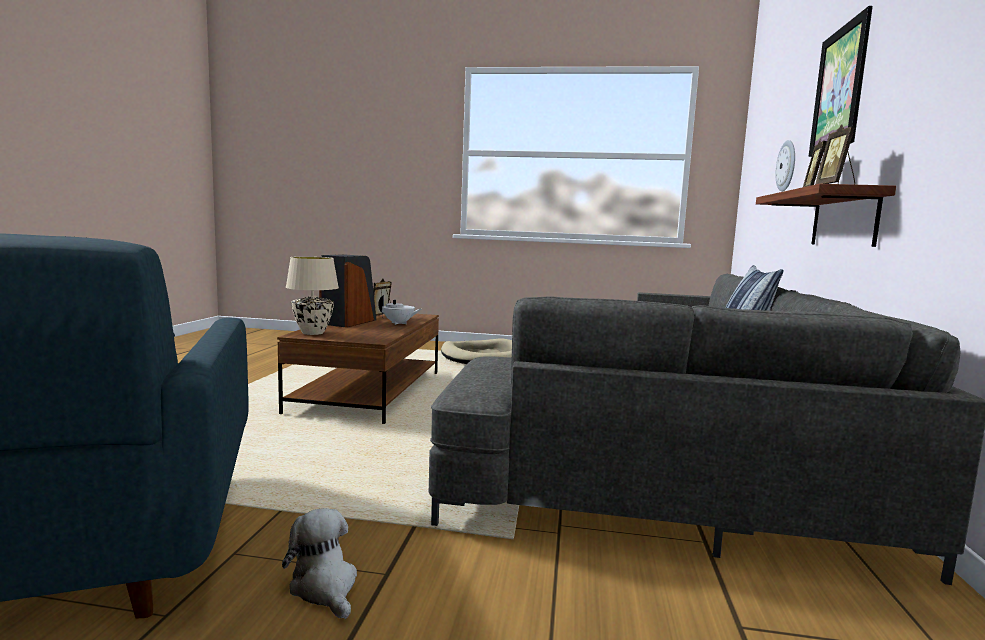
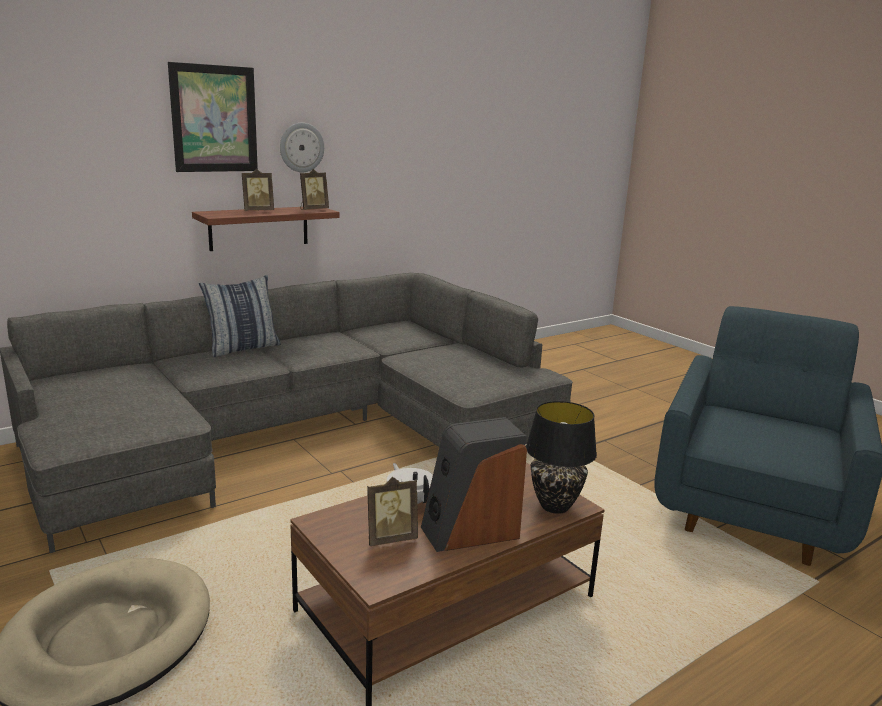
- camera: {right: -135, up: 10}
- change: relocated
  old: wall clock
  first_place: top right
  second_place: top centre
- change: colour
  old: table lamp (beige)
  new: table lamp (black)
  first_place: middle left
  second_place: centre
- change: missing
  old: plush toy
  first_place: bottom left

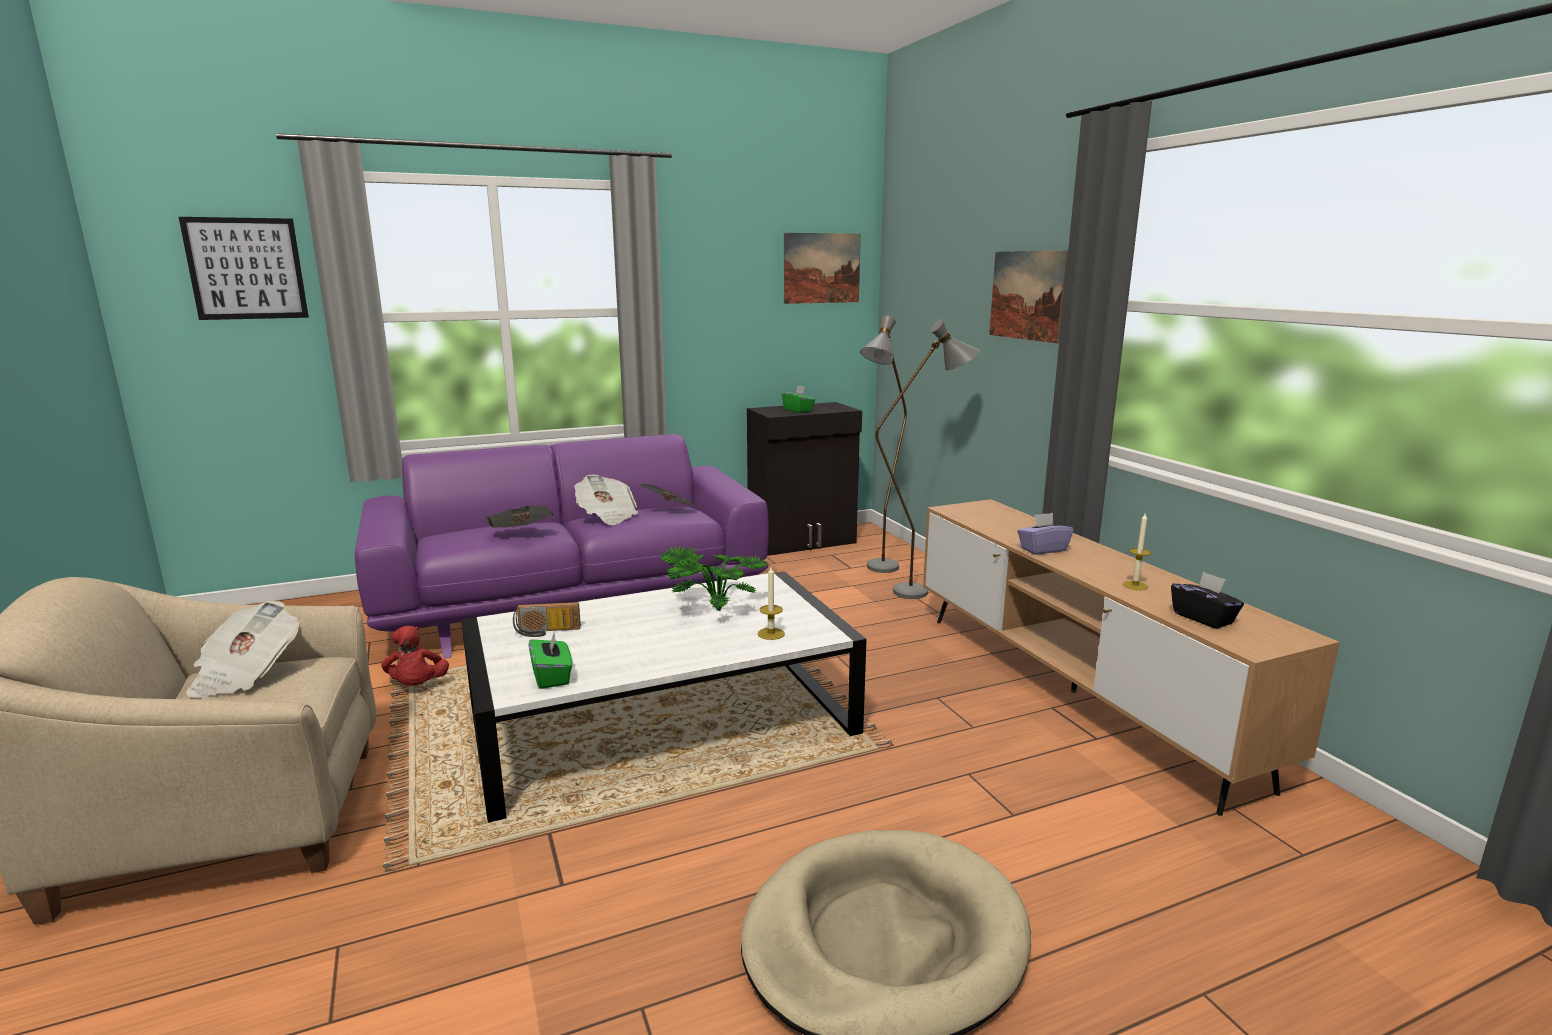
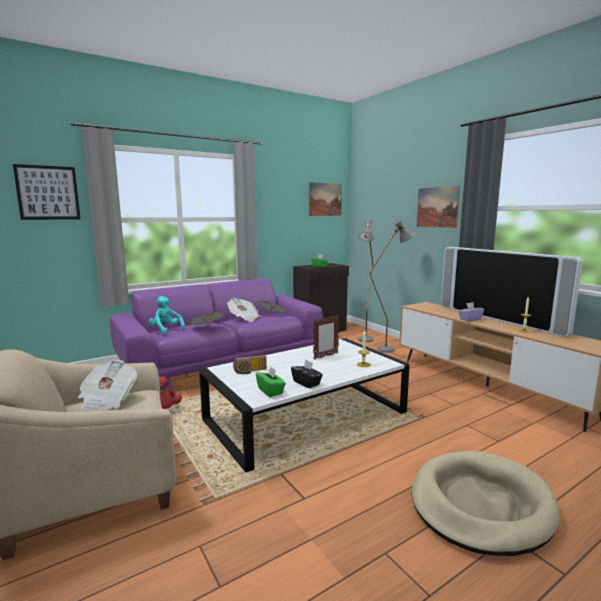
- camera: {right: -10, up: -5}
- change: appeared
  new: plush toy (turquoise)
  second_place: middle left
- change: relocated
  old: tissue box (black)
  first_place: middle right
  second_place: centre
- change: exchanged
  old: potted plant
  new: picture frame
  first_place: centre
  second_place: centre
- change: appeared
  new: television
  second_place: middle right

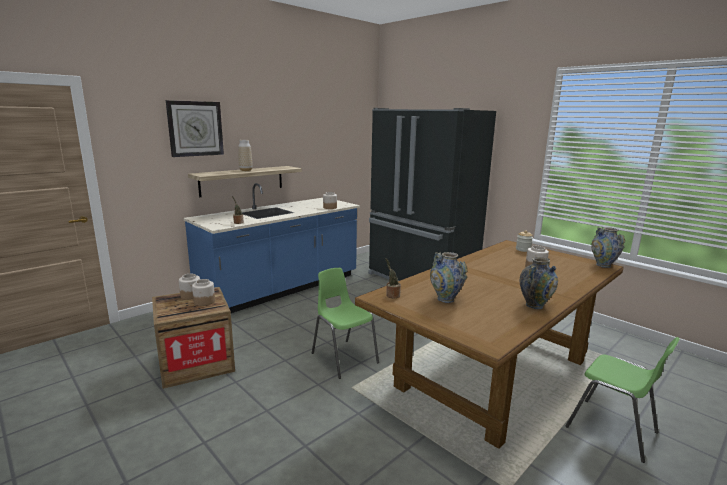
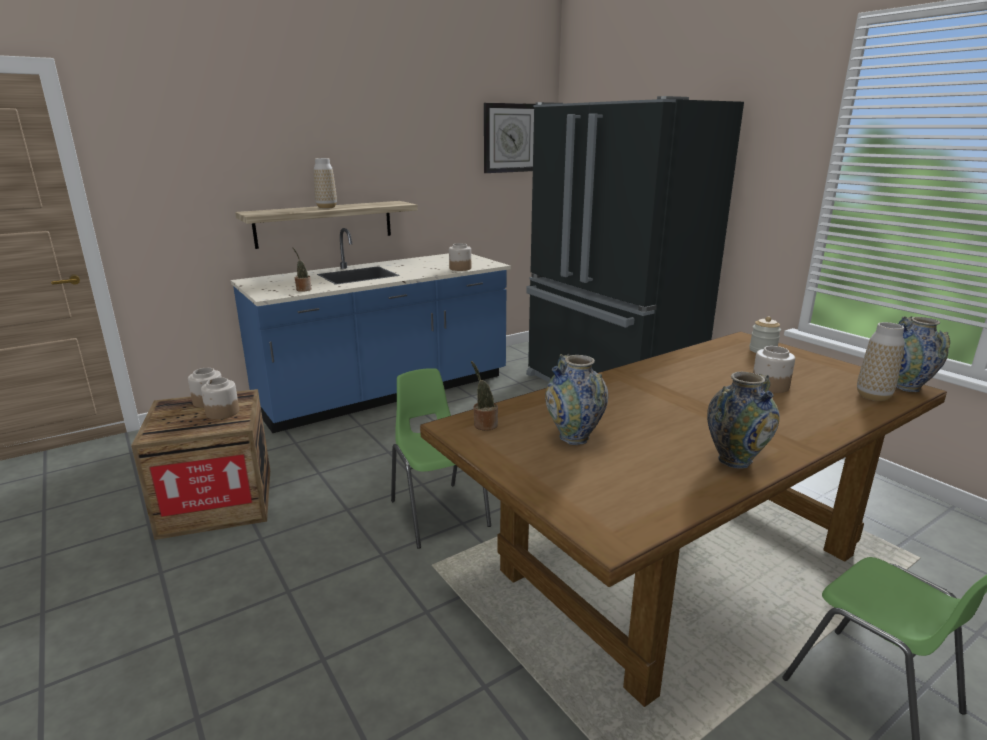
- camera: {right: 10, up: 5}
- change: relocated
  old: wall clock
  first_place: top left
  second_place: top centre
- change: appeared
  new: vase (no. 4 from left)
  second_place: middle right

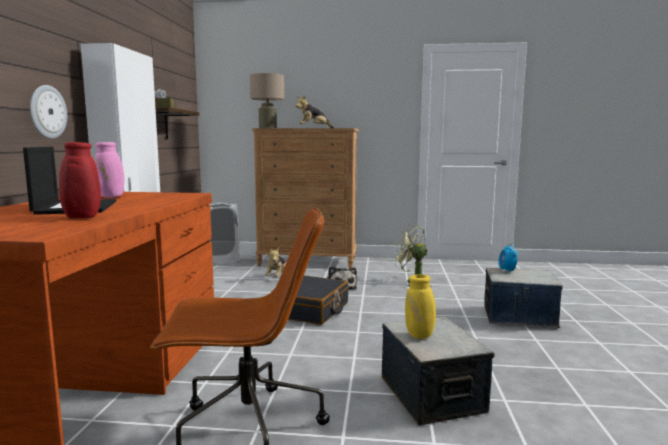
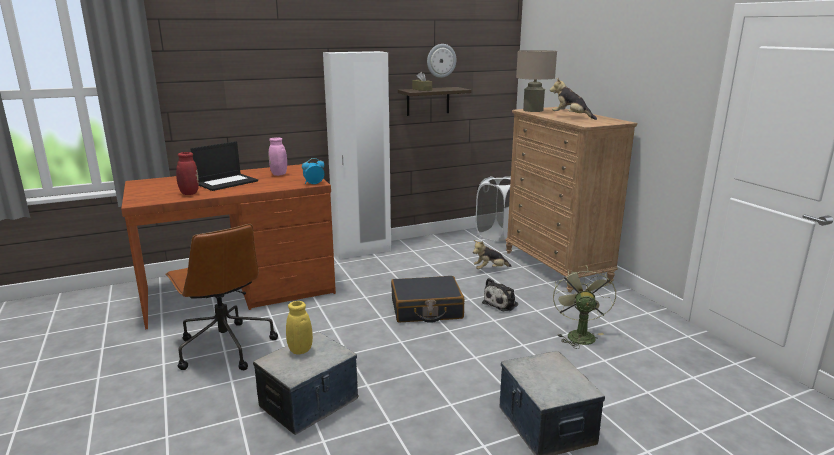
- camera: {right: 60, up: 10}
- change: relocated
  old: alarm clock
  first_place: middle right
  second_place: centre
- change: relocated
  old: wall clock
  first_place: top left
  second_place: top centre

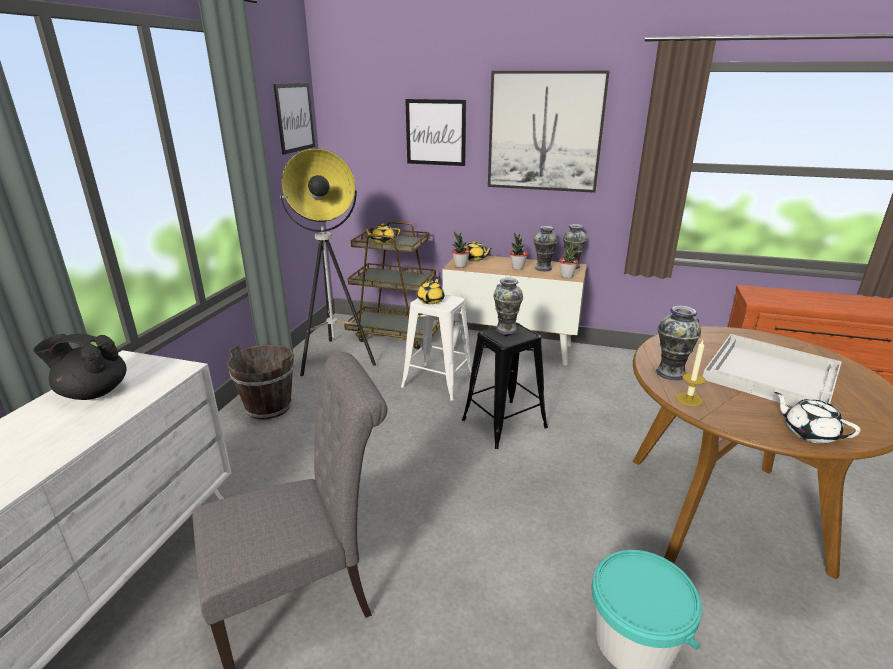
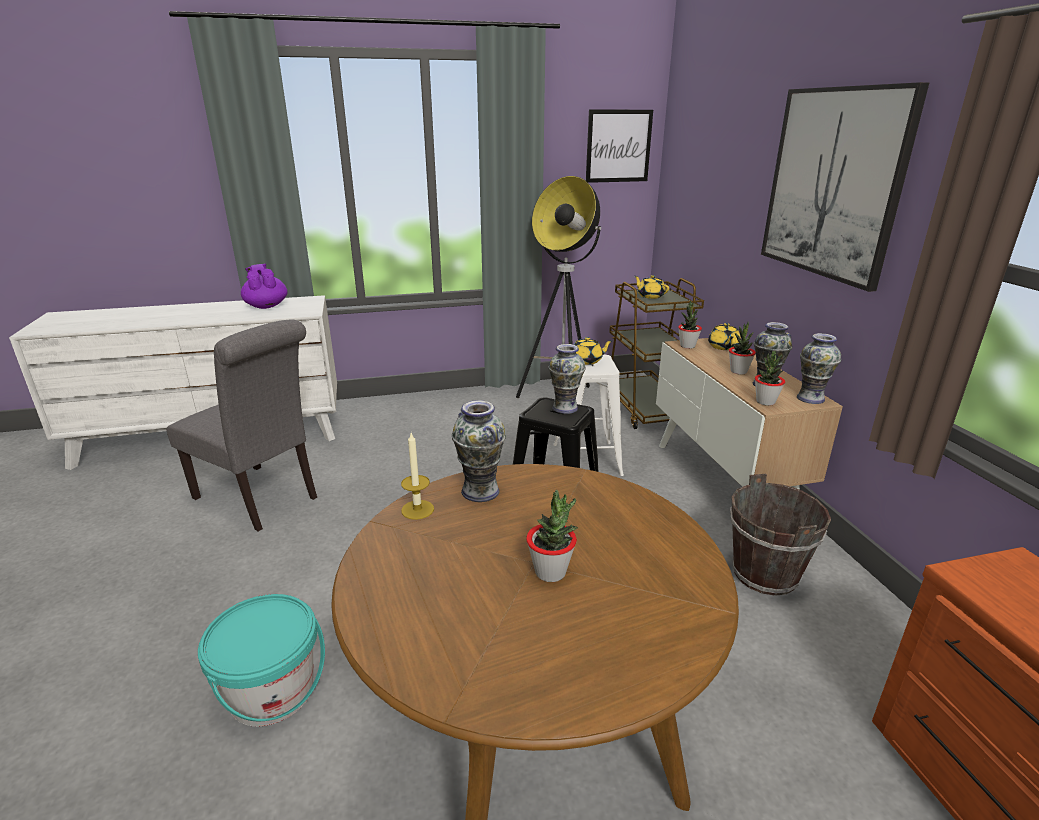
- camera: {right: 60, up: 0}
- change: colour
  old: teapot (black)
  new: teapot (purple)
  first_place: middle left
  second_place: middle left
- change: exchanged
  old: tray (white)
  new: potted plant (no. 1 from left)
  first_place: middle right
  second_place: centre
- change: relocated
  old: bucket (brown)
  first_place: middle left
  second_place: middle right
- change: missing
  old: picture (no. 2 from left)
  first_place: top centre
- change: missing
  old: teapot (white)
  first_place: middle right

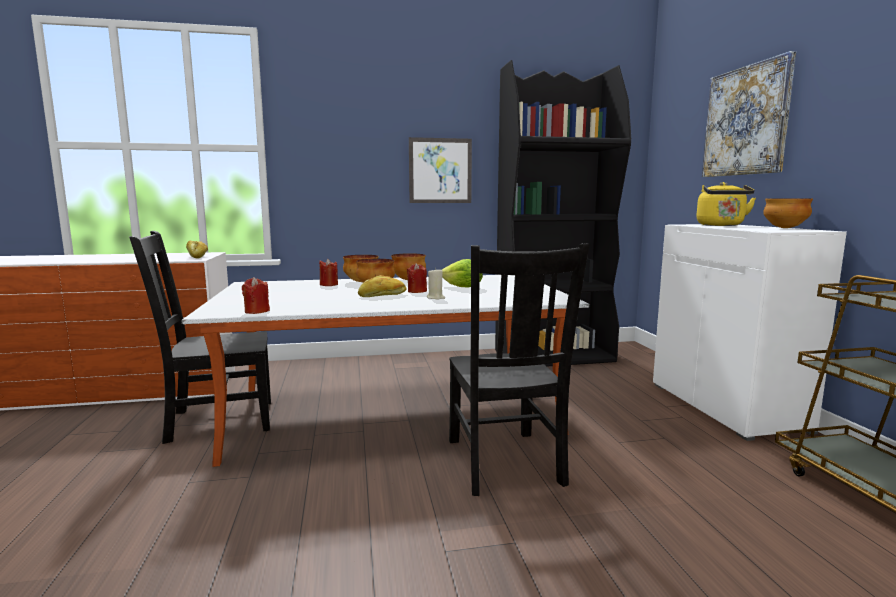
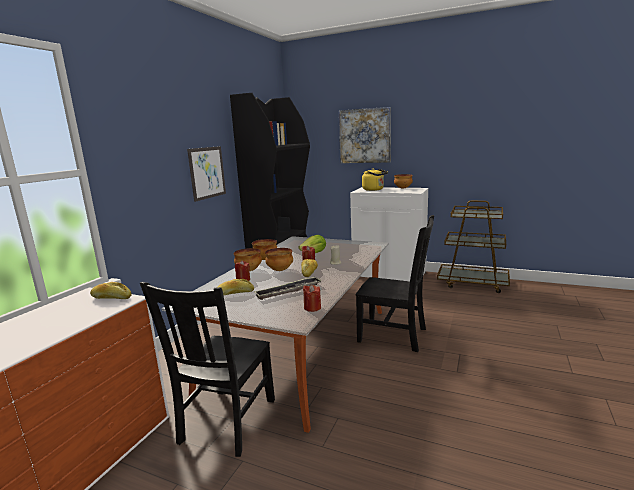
- camera: {right: -55, up: 5}
- change: appeared
  new: bread (no. 2 from left)
  second_place: centre
- change: appeared
  new: tray
  second_place: centre

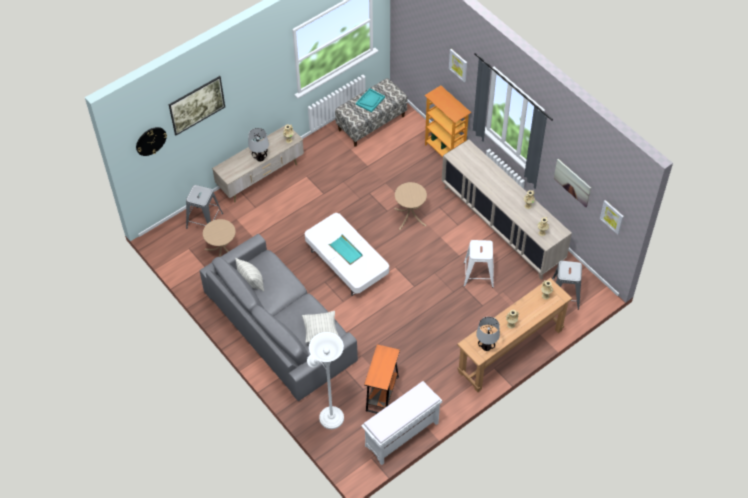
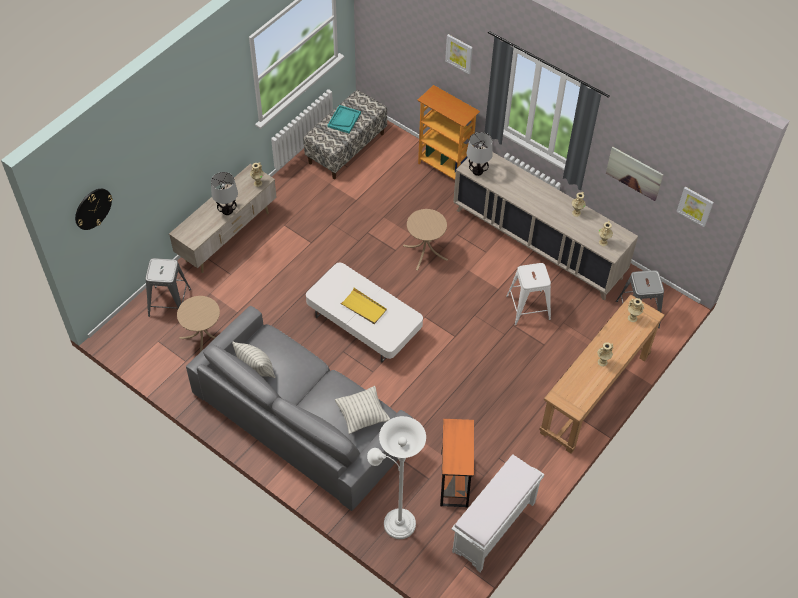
- camera: {right: -15, up: 0}
- change: colour
  old: tray (turquoise) (no. 1 from left)
  new: tray (yellow)
  first_place: centre
  second_place: centre
- change: relocated
  old: table lamp (no. 2 from left)
  first_place: bottom centre
  second_place: top centre
- change: missing
  old: picture (no. 1 from left)
  first_place: top left

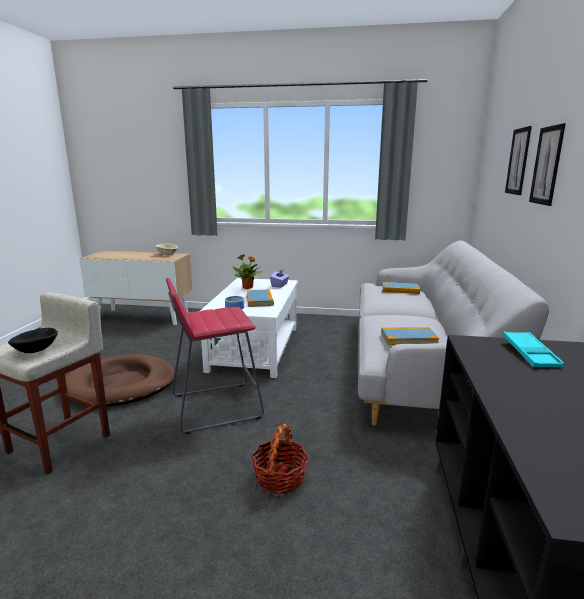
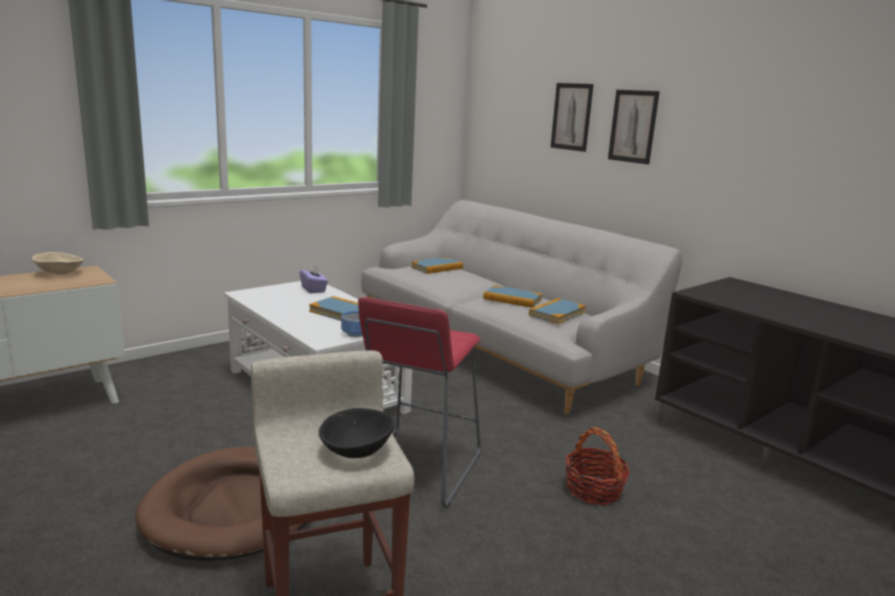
- camera: {right: -50, up: 0}
- change: appeared
  new: book (no. 3 from left)
  second_place: centre
- change: missing
  old: potted plant
  first_place: centre
- change: missing
  old: tray (turquoise)
  first_place: middle right

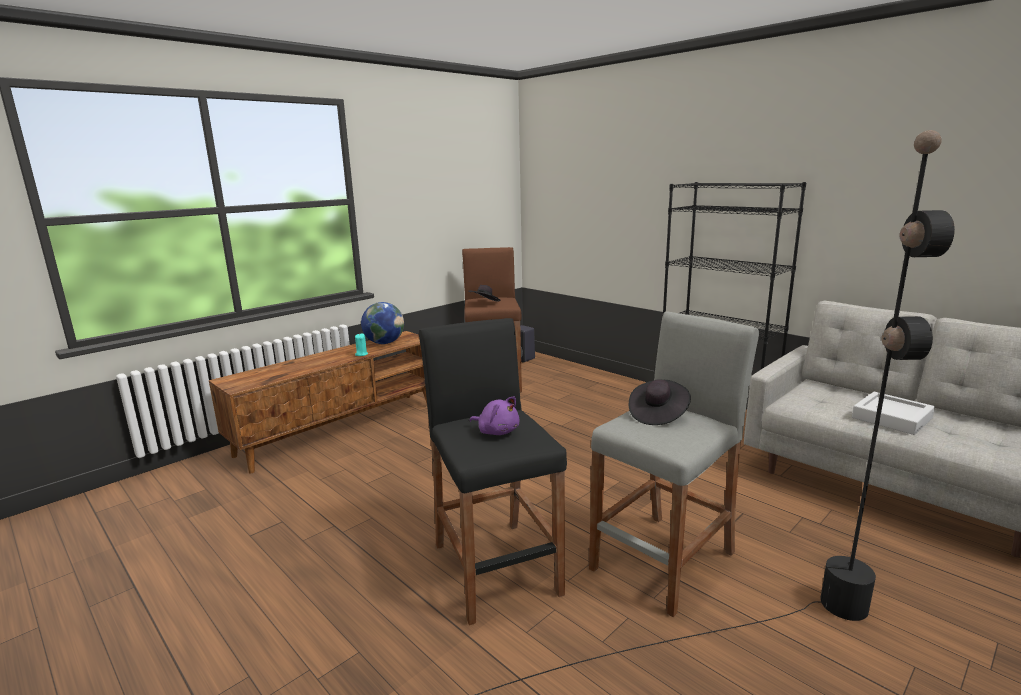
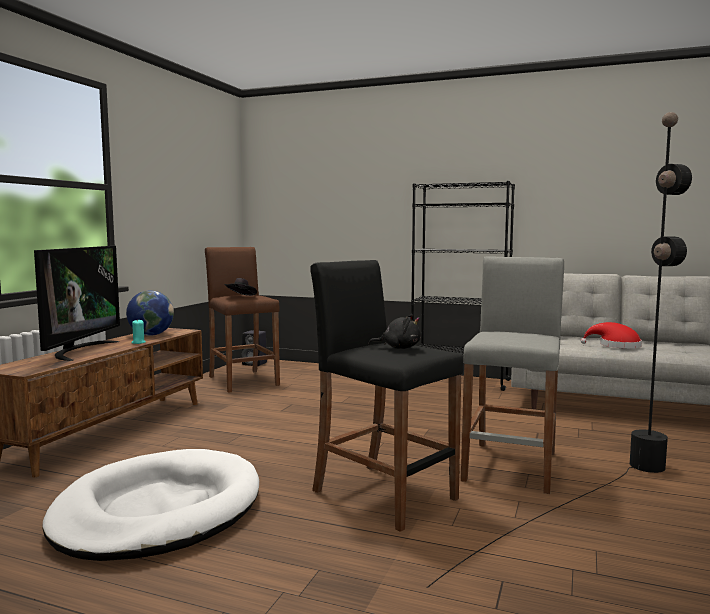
- camera: {right: -25, up: -10}
- change: appeared
  new: television
  second_place: middle left
- change: appeared
  new: dog bed (white)
  second_place: bottom left
- change: colour
  old: plush toy (purple)
  new: plush toy (black)
  first_place: centre
  second_place: centre
- change: exchanged
  old: tray (grey)
  new: hat (red)
  first_place: middle right
  second_place: middle right
- change: missing
  old: hat (black) (no. 2 from left)
  first_place: centre

